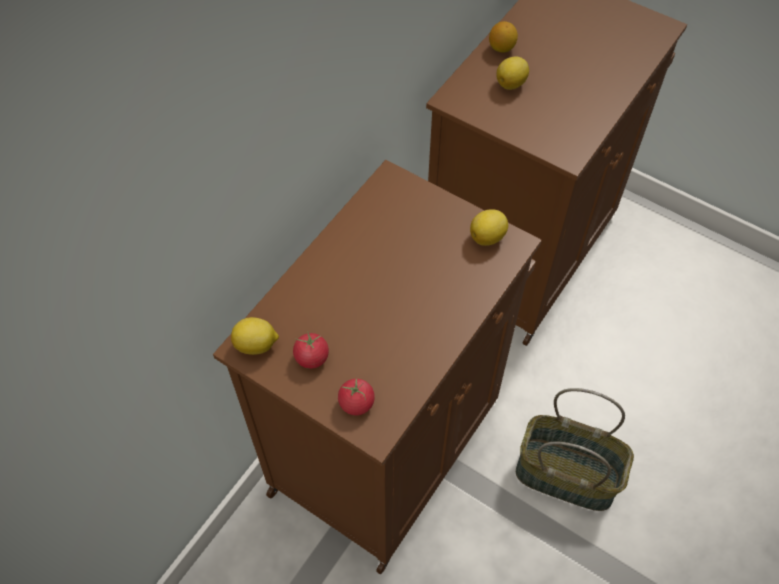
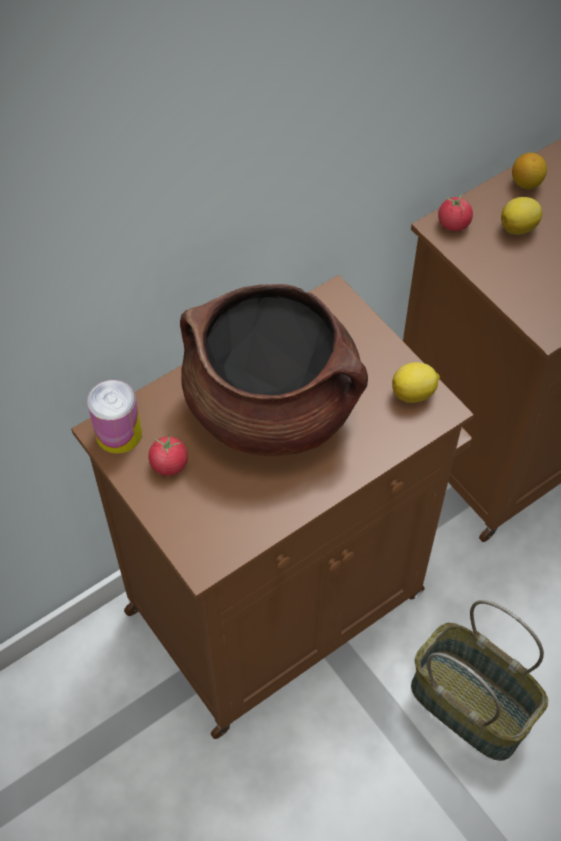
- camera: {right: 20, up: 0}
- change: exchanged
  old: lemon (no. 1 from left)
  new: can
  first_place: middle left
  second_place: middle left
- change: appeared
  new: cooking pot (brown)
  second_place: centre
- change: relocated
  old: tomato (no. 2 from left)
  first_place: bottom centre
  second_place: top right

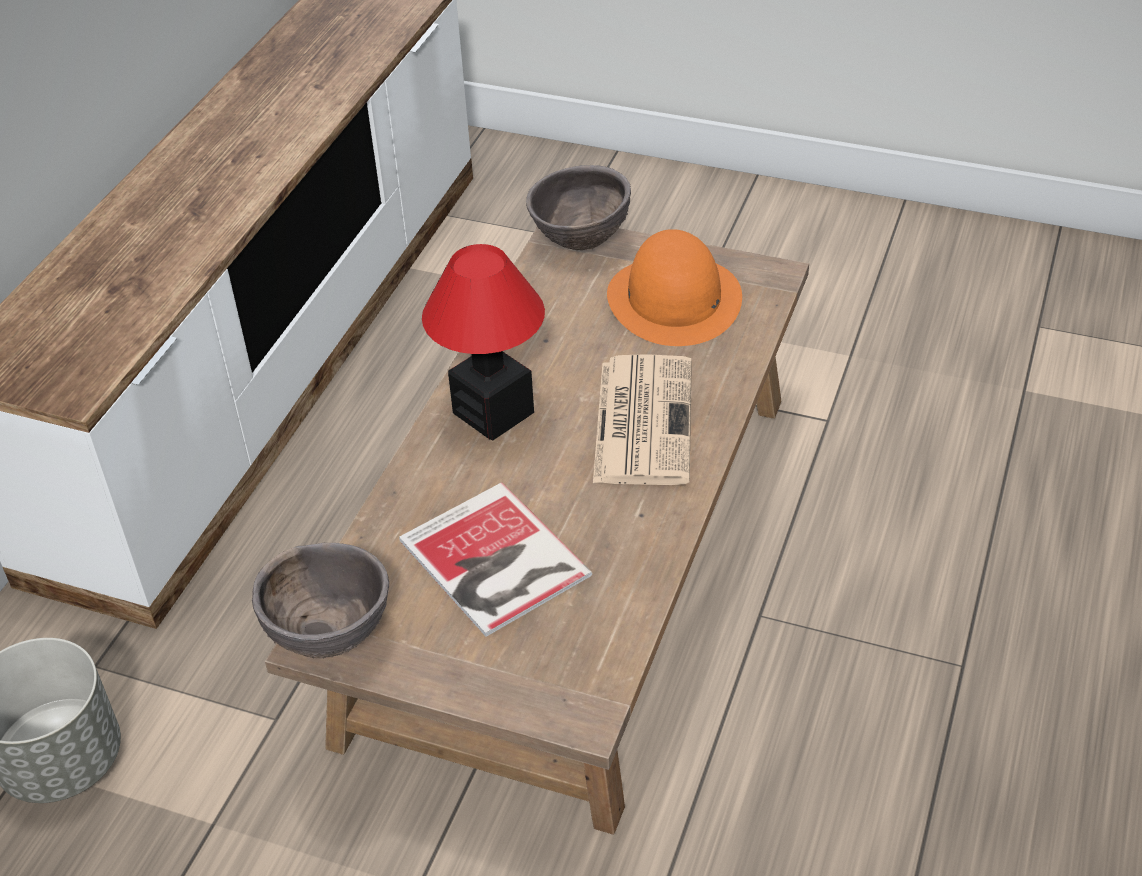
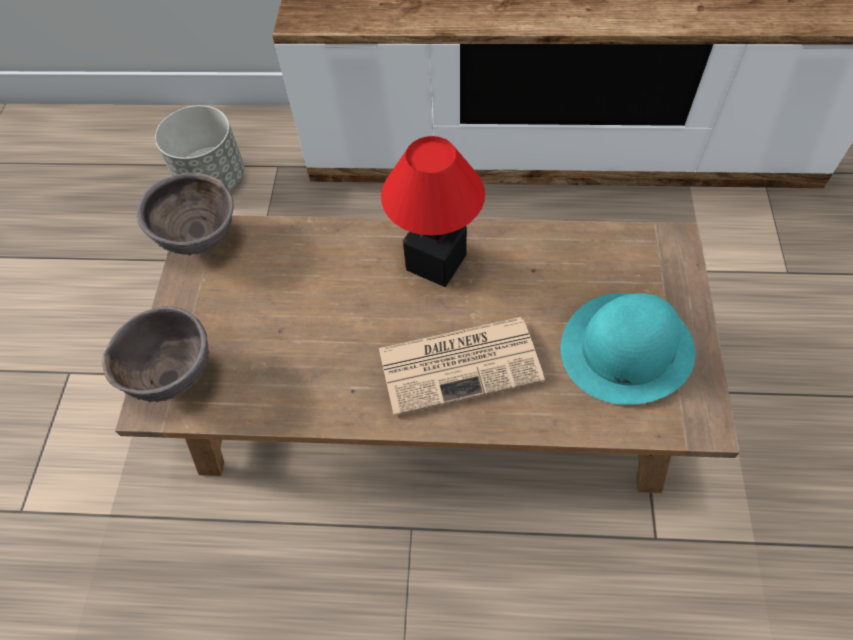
- camera: {right: 75, up: 15}
- change: relocated
  old: bowl (brown) (no. 2 from left in the first image)
  new: bowl (brown) (no. 1 from left)
  first_place: top centre
  second_place: middle left
- change: colour
  old: hat (orange)
  new: hat (turquoise)
  first_place: top centre
  second_place: middle right
- change: missing
  old: book
  first_place: centre

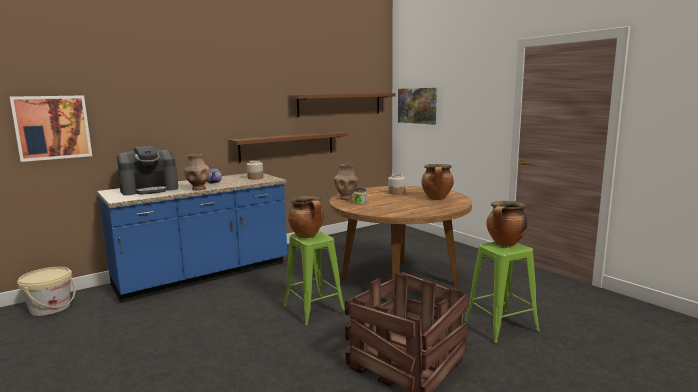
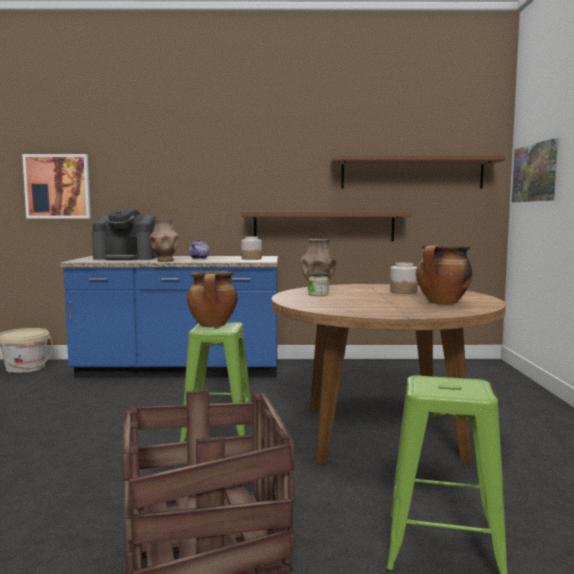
- camera: {right: 35, up: -5}
- change: missing
  old: cooking pot (no. 3 from left)
  first_place: middle right

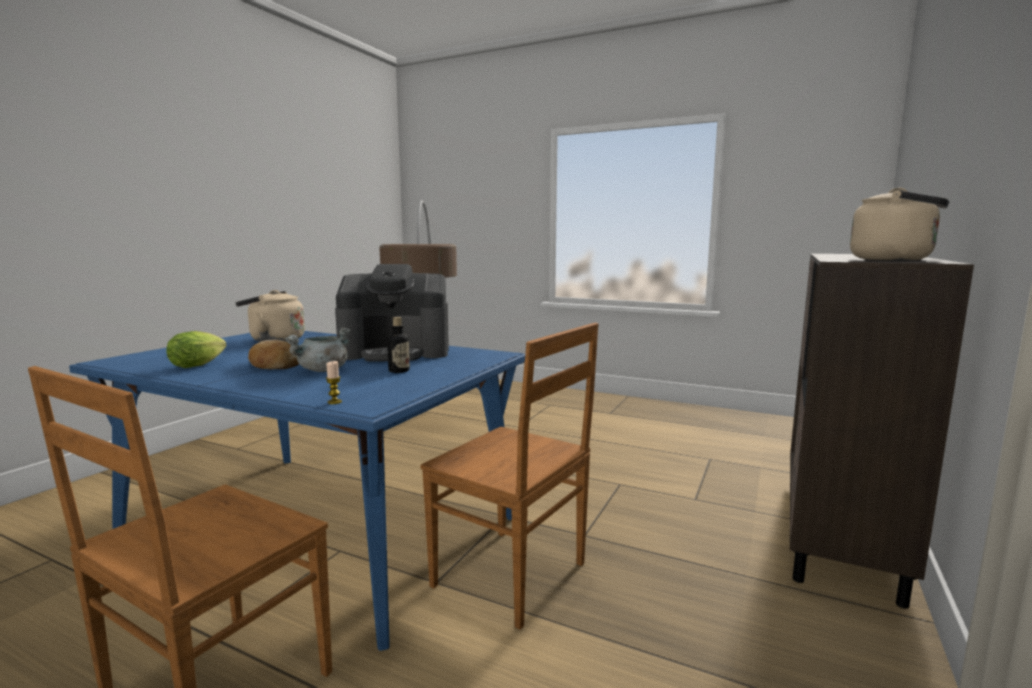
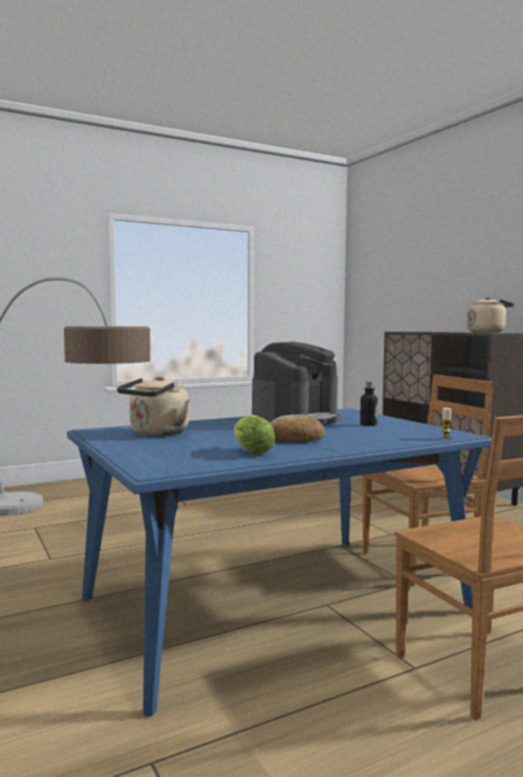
- camera: {right: -55, up: -5}
- change: missing
  old: cooking pot (grey)
  first_place: middle left

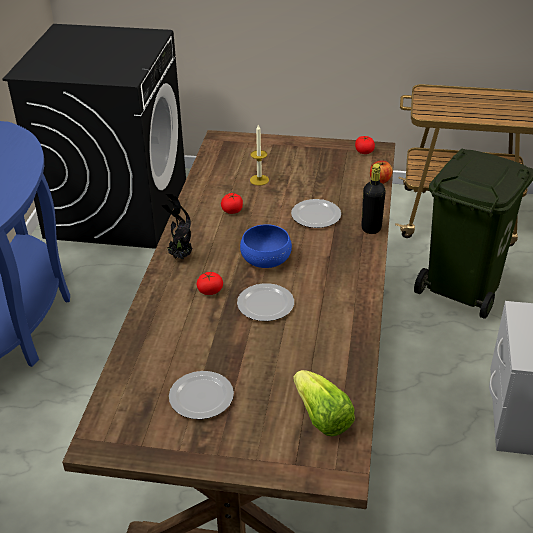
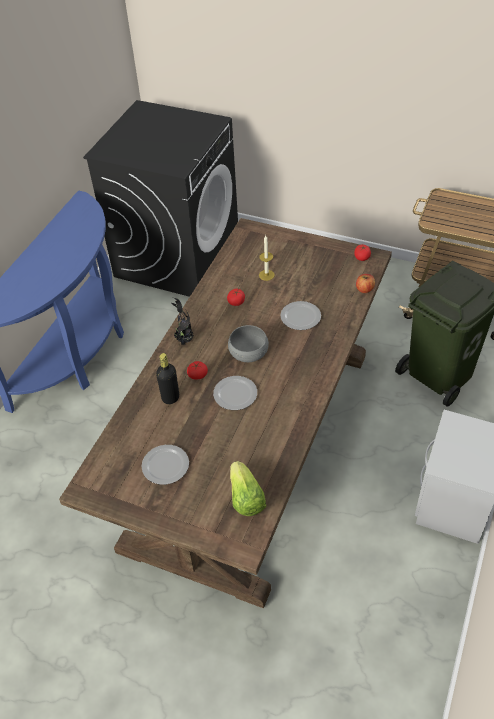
- camera: {right: 15, up: 10}
- change: relocated
  old: bottle (black)
  first_place: middle right
  second_place: centre
- change: colour
  old: bowl (blue)
  new: bowl (grey)
  first_place: centre
  second_place: centre

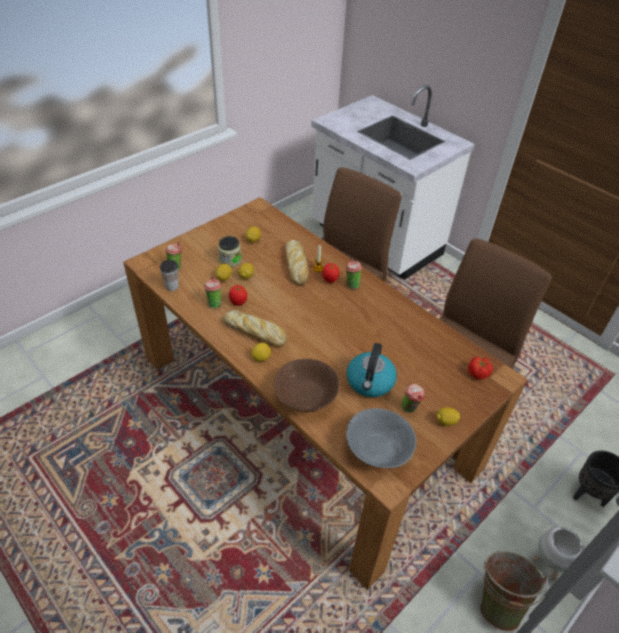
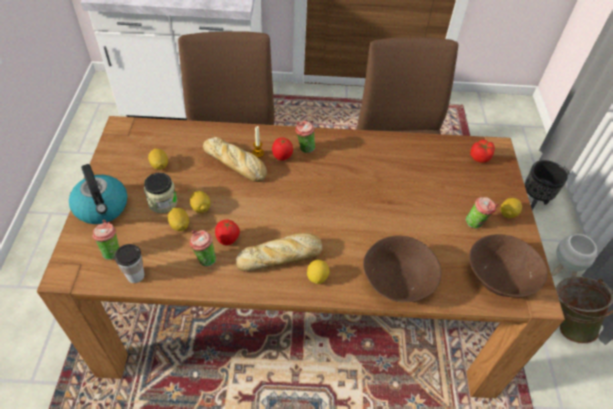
- camera: {right: -45, up: 5}
- change: relocated
  old: kettle
  first_place: centre
  second_place: middle left
- change: colour
  old: bowl (grey)
  new: bowl (brown) (no. 2 from left)
  first_place: bottom centre
  second_place: middle right

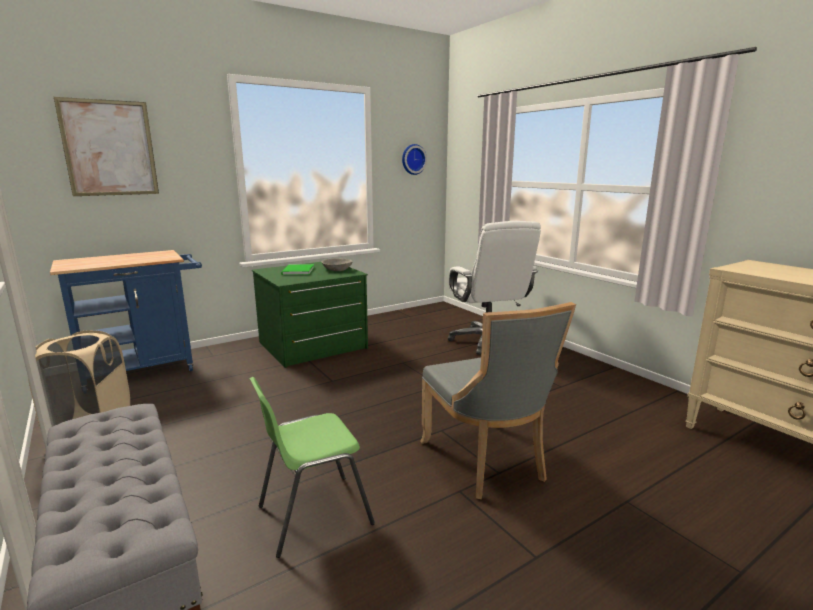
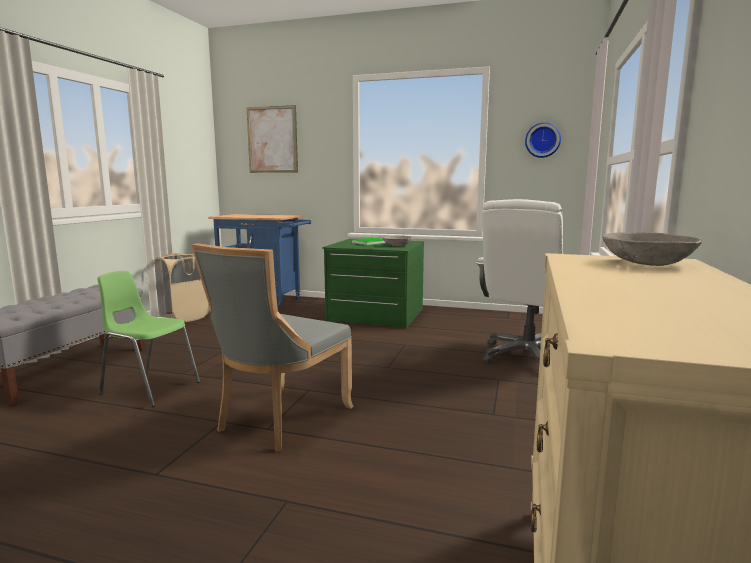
- camera: {right: 50, up: -5}
- change: appeared
  new: bowl (grey) (no. 2 from left)
  second_place: middle right

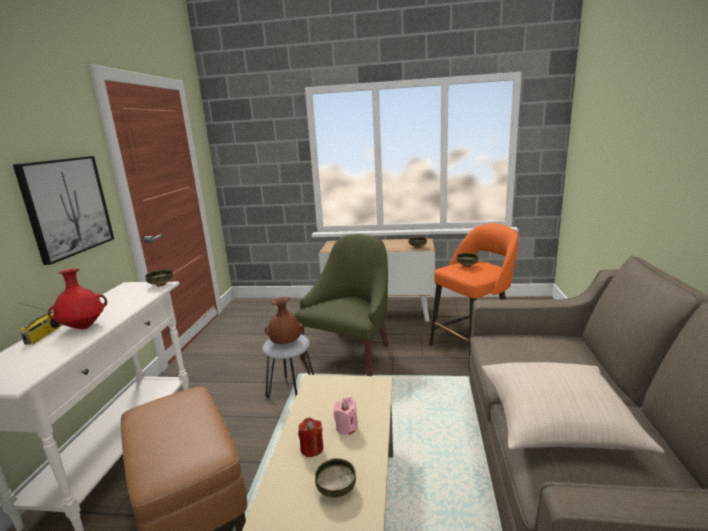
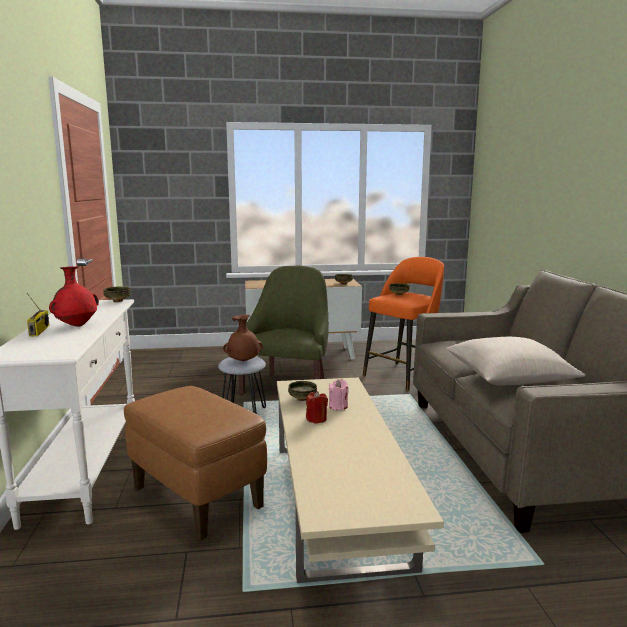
- camera: {right: -15, up: -5}
- change: relocated
  old: bowl (no. 2 from left)
  first_place: bottom centre
  second_place: centre
- change: missing
  old: picture
  first_place: middle left

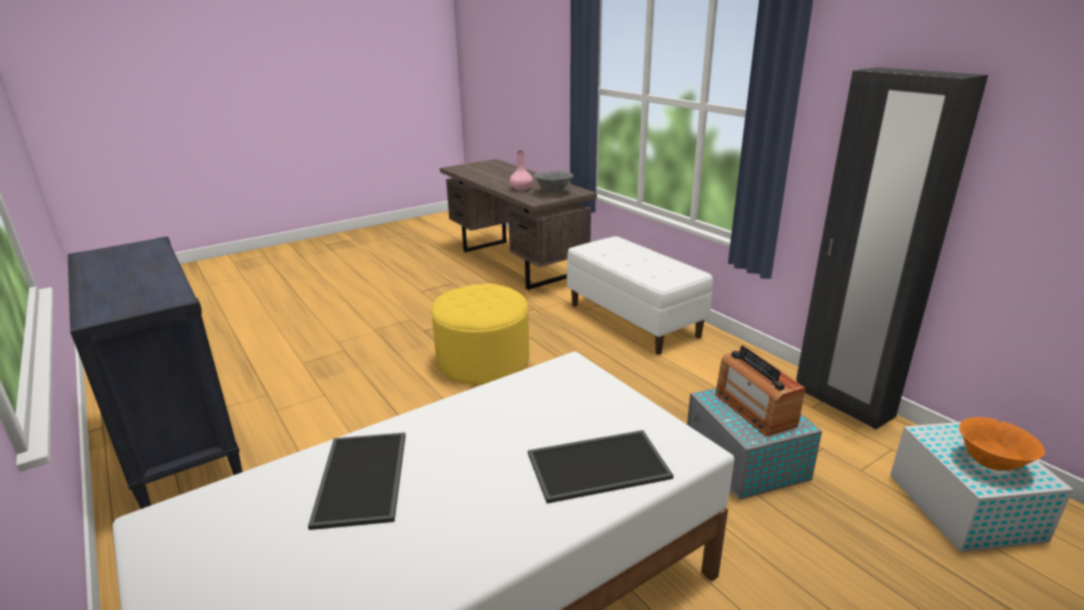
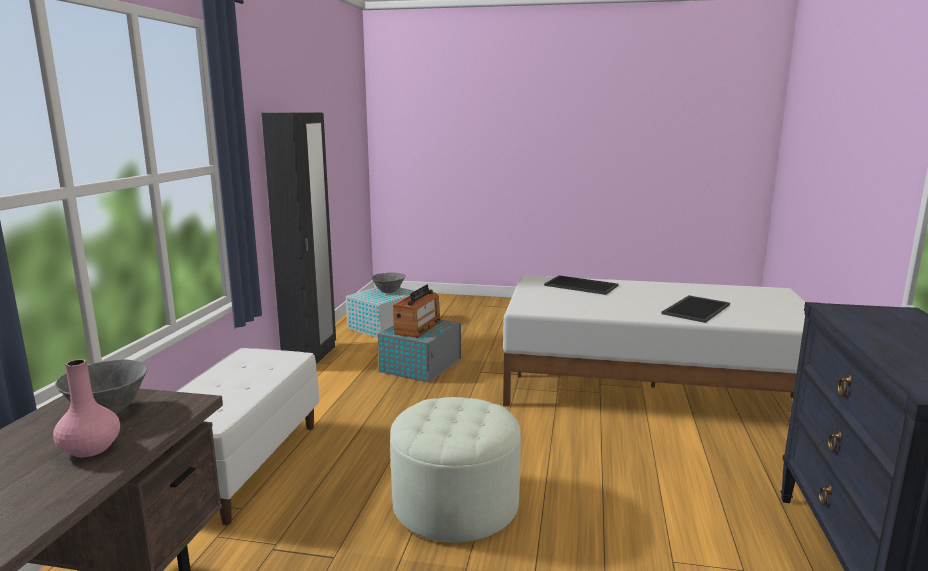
- camera: {right: -135, up: -10}
- change: colour
  old: bowl (orange)
  new: bowl (grey) (no. 2 from left)
  first_place: bottom right
  second_place: centre
- change: colour
  old: ottoman (yellow)
  new: ottoman (white)
  first_place: centre
  second_place: bottom centre

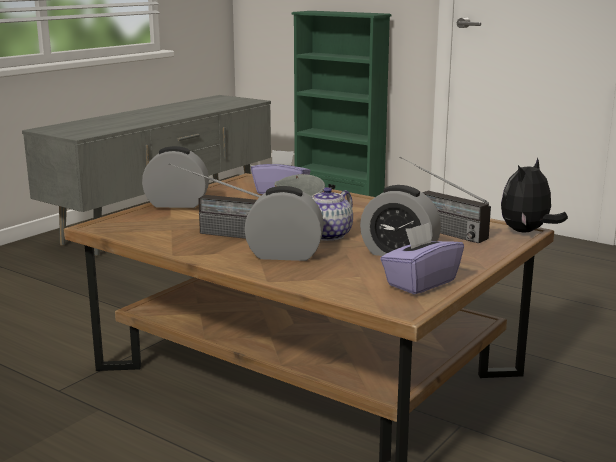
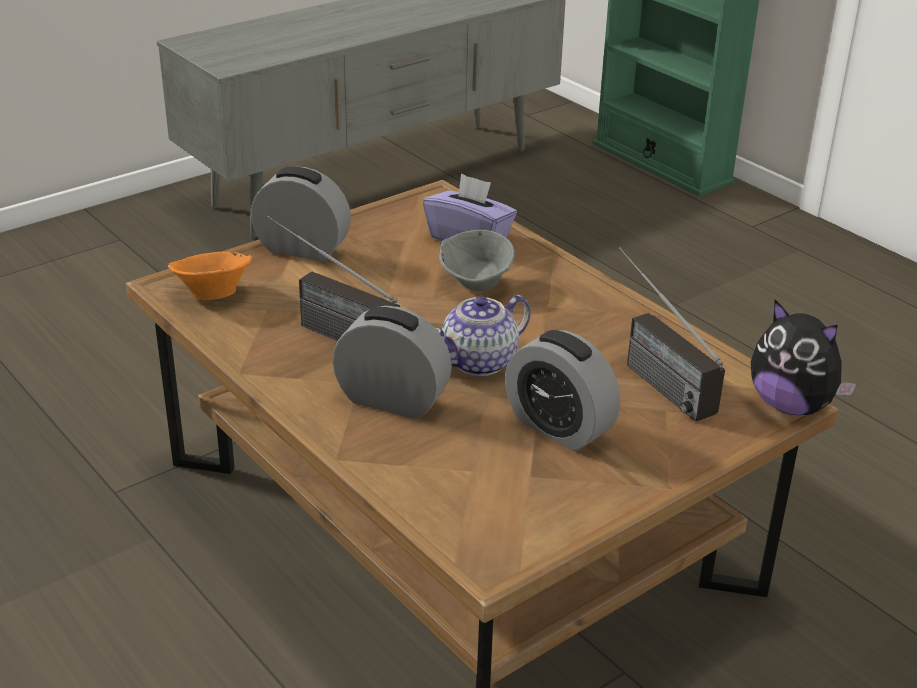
- camera: {right: 15, up: 15}
- change: appeared
  new: bowl (orange)
  second_place: middle left
- change: spun
  old: plush toy
  first_place: middle right
  second_place: middle right
  degrees: -105
- change: missing
  old: tissue box (purple) (no. 2 from left)
  first_place: middle right

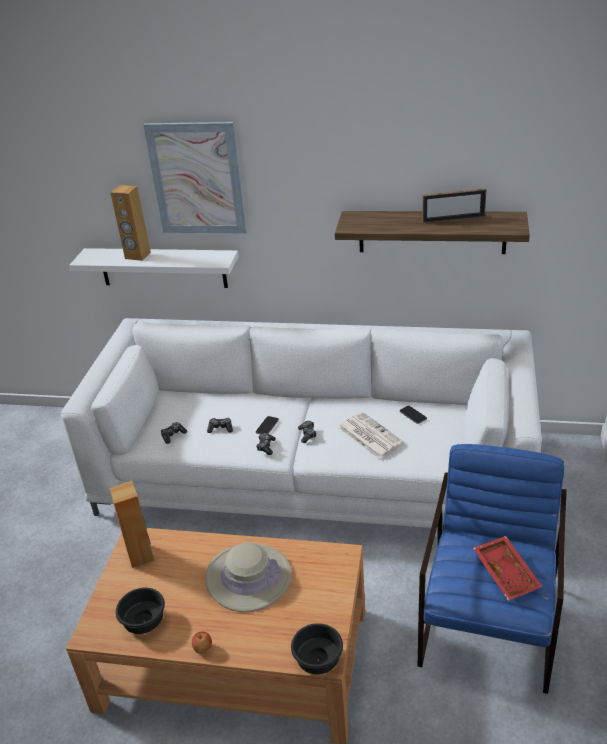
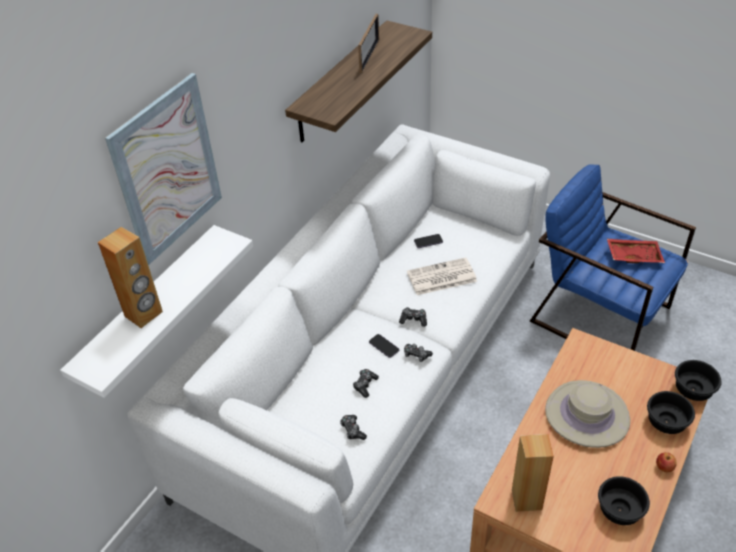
- camera: {right: -70, up: 10}
- change: appeared
  new: bowl (black) (no. 2 from left)
  second_place: bottom right

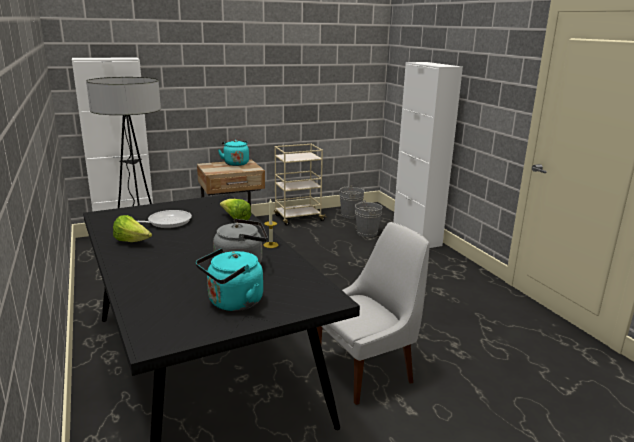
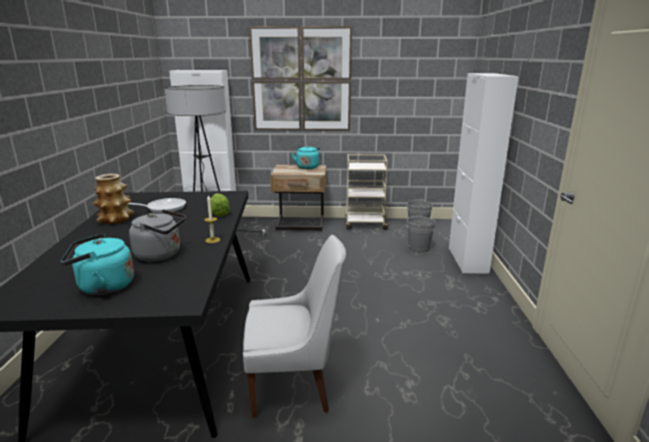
- camera: {right: 25, up: 0}
- change: exchanged
  old: lettuce (no. 1 from left)
  new: vase
  first_place: middle left
  second_place: middle left
- change: appeared
  new: picture
  second_place: top centre

